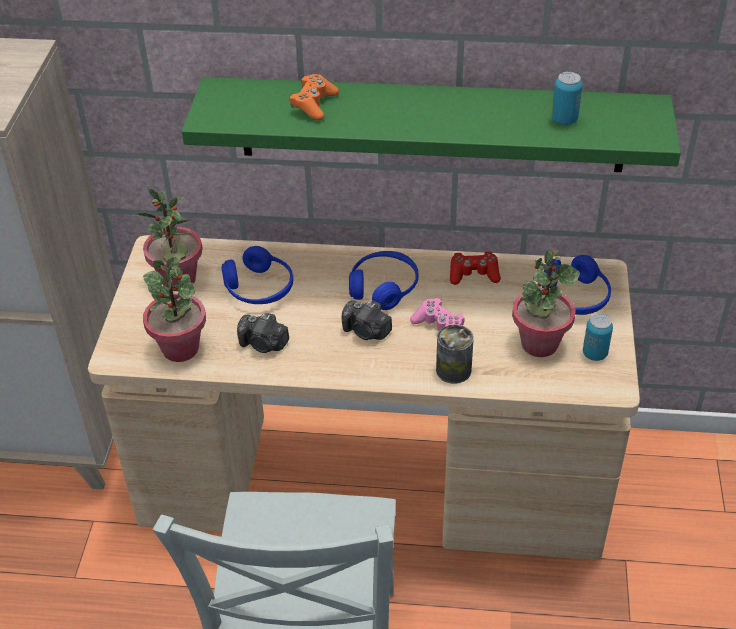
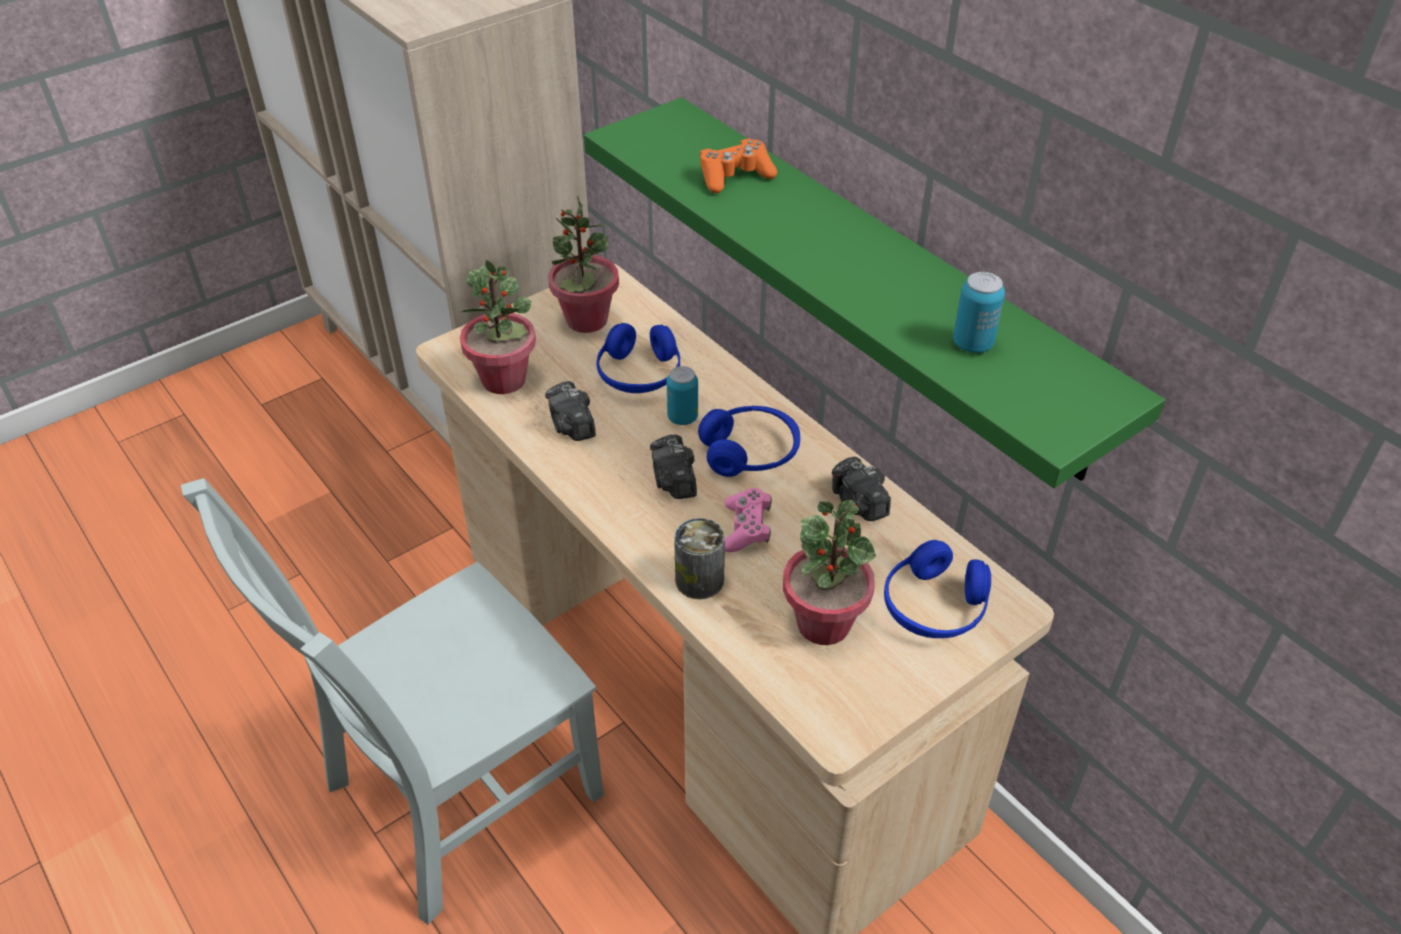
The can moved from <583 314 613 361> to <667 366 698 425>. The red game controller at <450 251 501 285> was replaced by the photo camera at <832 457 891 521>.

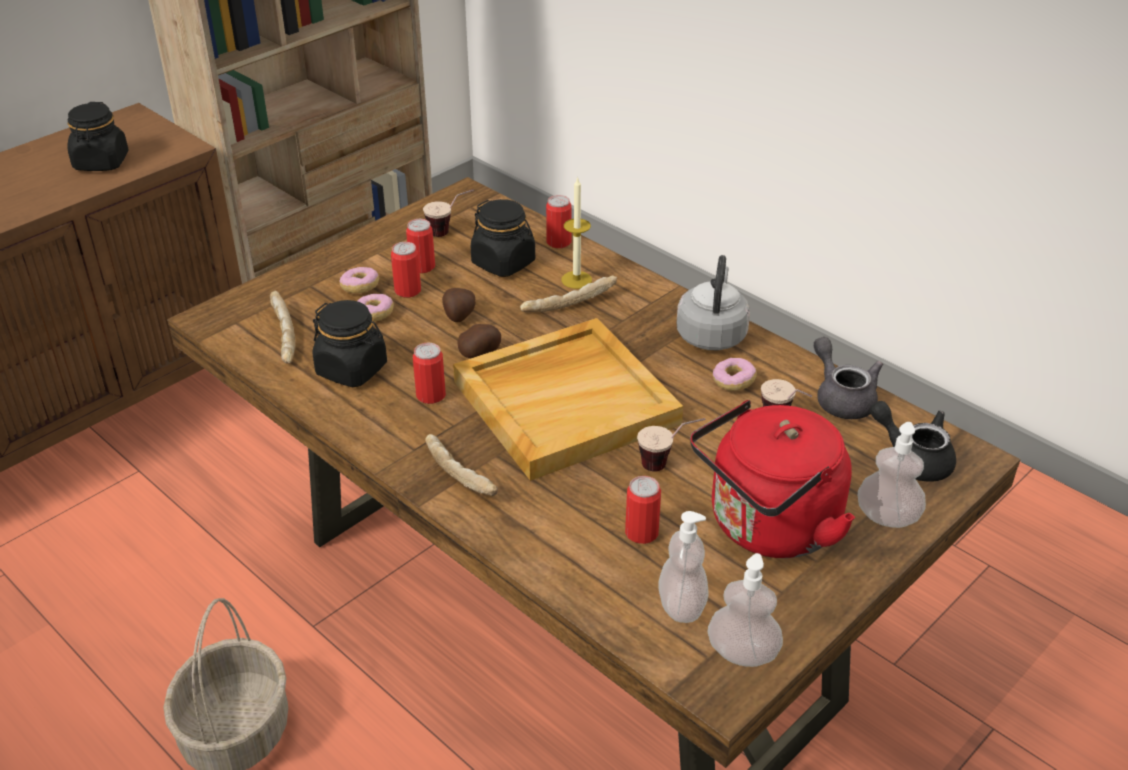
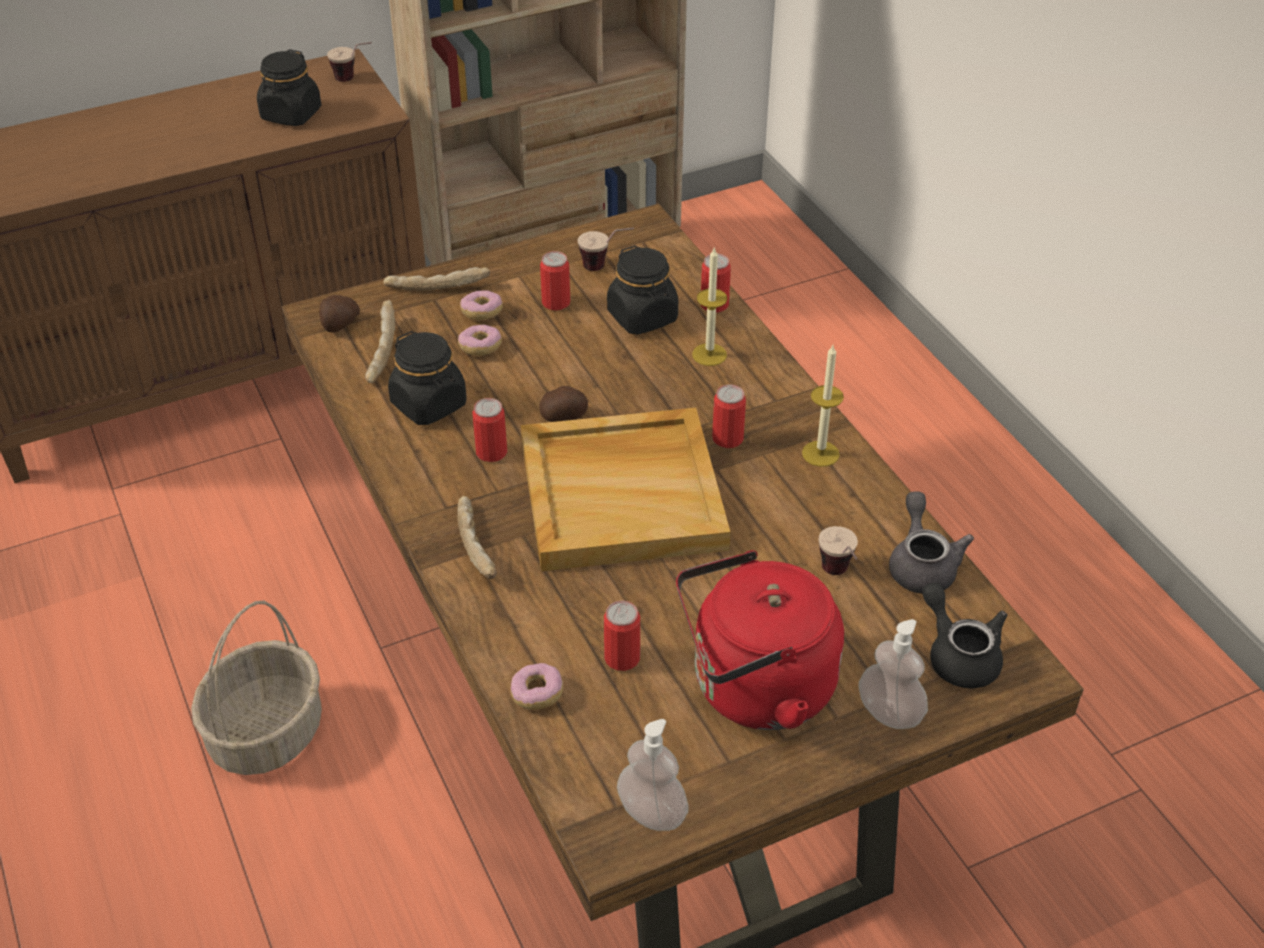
The potato moved from <442 288 476 322> to <319 295 360 333>. The cup moved from <637 418 706 472> to <327 42 372 82>. The bread moved from <520 275 617 312> to <383 267 490 291>. The donut moved from <713 358 757 391> to <511 663 563 710>. The can moved from <391 242 421 297> to <712 385 746 448>. The grey kettle at <677 255 750 350> was replaced by the candle at <802 345 844 467>. The soap dispenser at <658 511 709 623> disappeared.

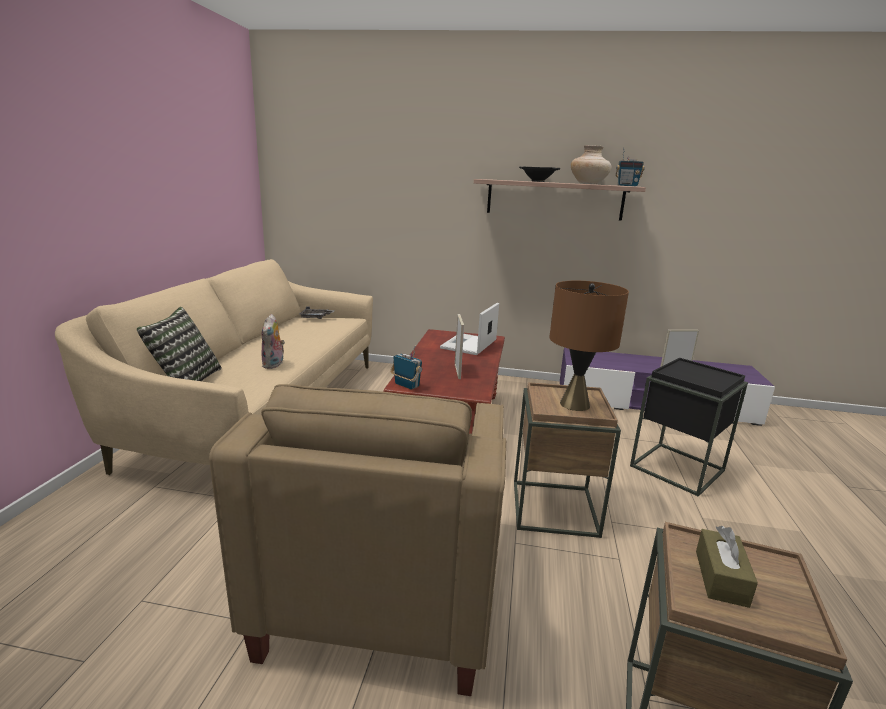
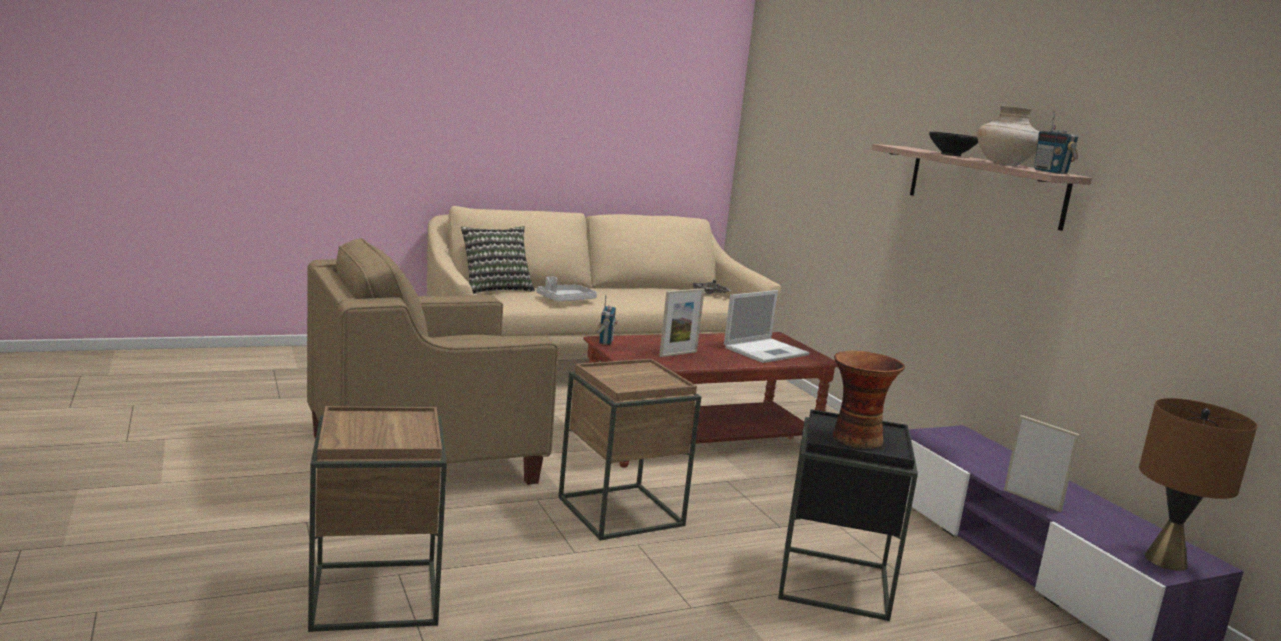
The plush toy at <262 314 285 369> was replaced by the grey tray at <537 276 597 302>. The laptop at <440 303 499 355> turned 150 degrees clockwise. The vase at <832 351 905 449> appeared. The brown table lamp moved from <549 281 629 411> to <1139 398 1258 571>. The brown tissue box at <696 526 758 608> disappeared.

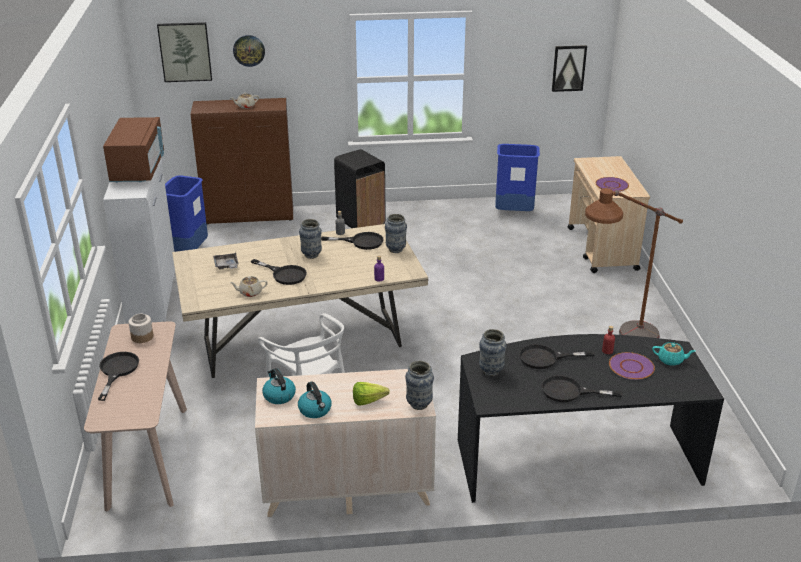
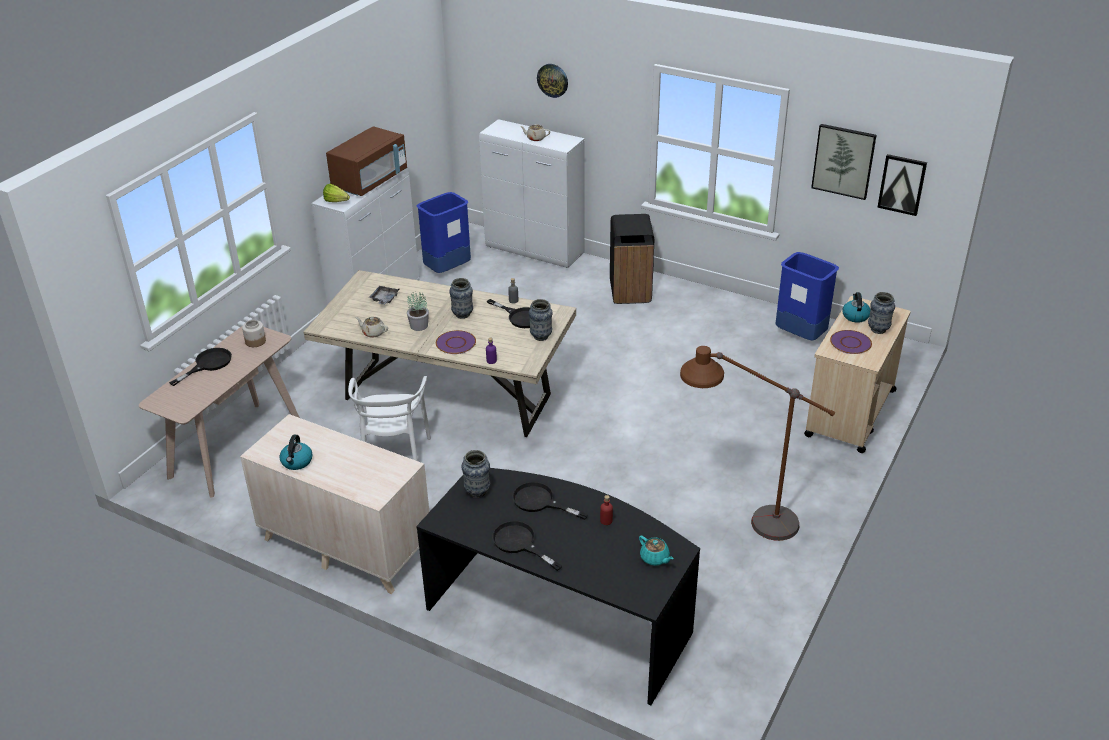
The lettuce moved from <353 382 390 405> to <323 184 350 202>. The black frying pan at <251 259 307 285> was replaced by the potted plant at <407 291 429 331>. The purple plate moved from <609 352 655 380> to <436 330 476 354>. The brown cabinet at <191 98 293 224> became the white cabinet at <479 119 585 268>. The picture moved from <157 22 212 82> to <811 124 876 200>. The kettle moved from <262 368 296 404> to <842 292 870 323>. The vase moved from <405 361 434 410> to <868 292 895 334>.

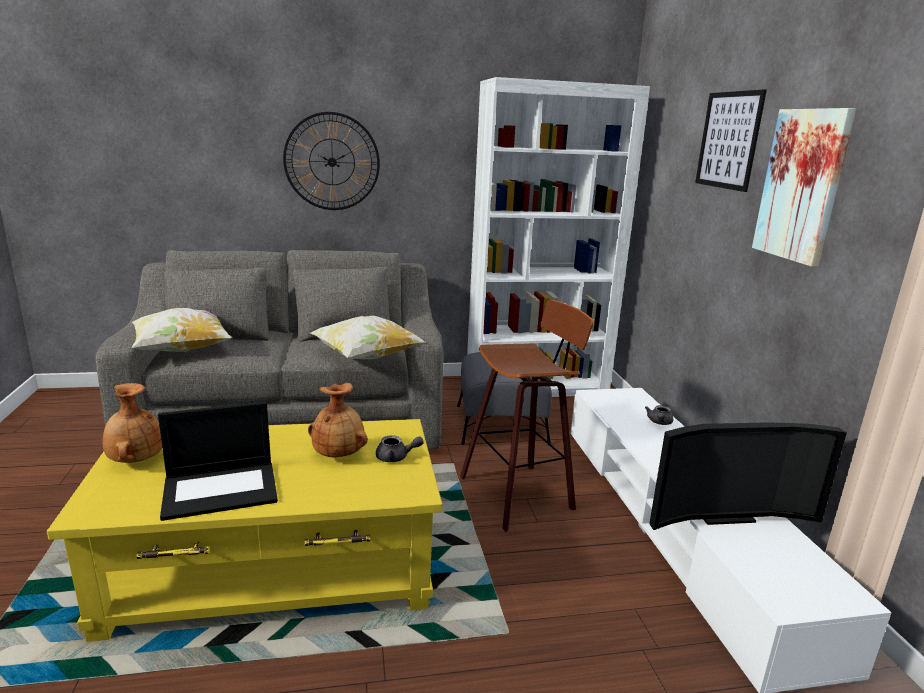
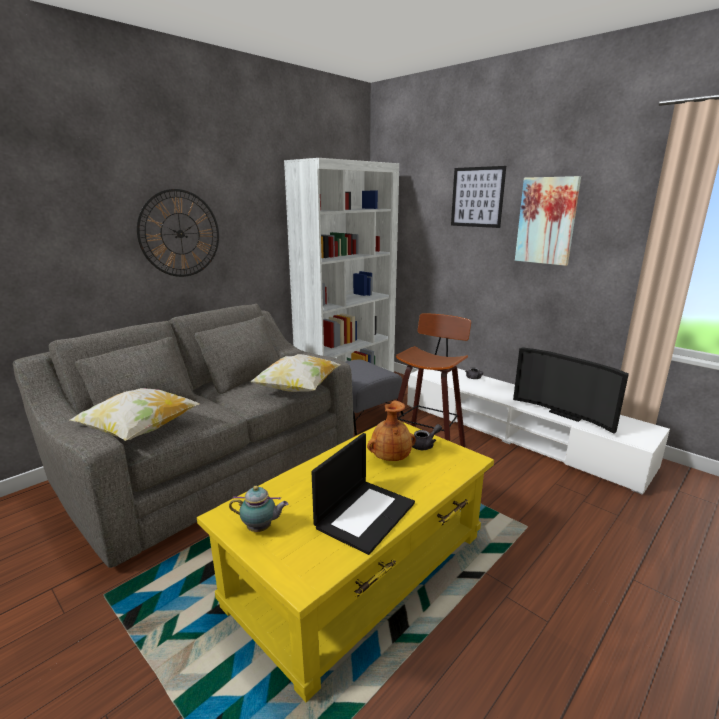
The brown vase at <102 383 162 463> was replaced by the teapot at <229 486 288 532>. The television at <649 422 847 530> turned 90 degrees clockwise.

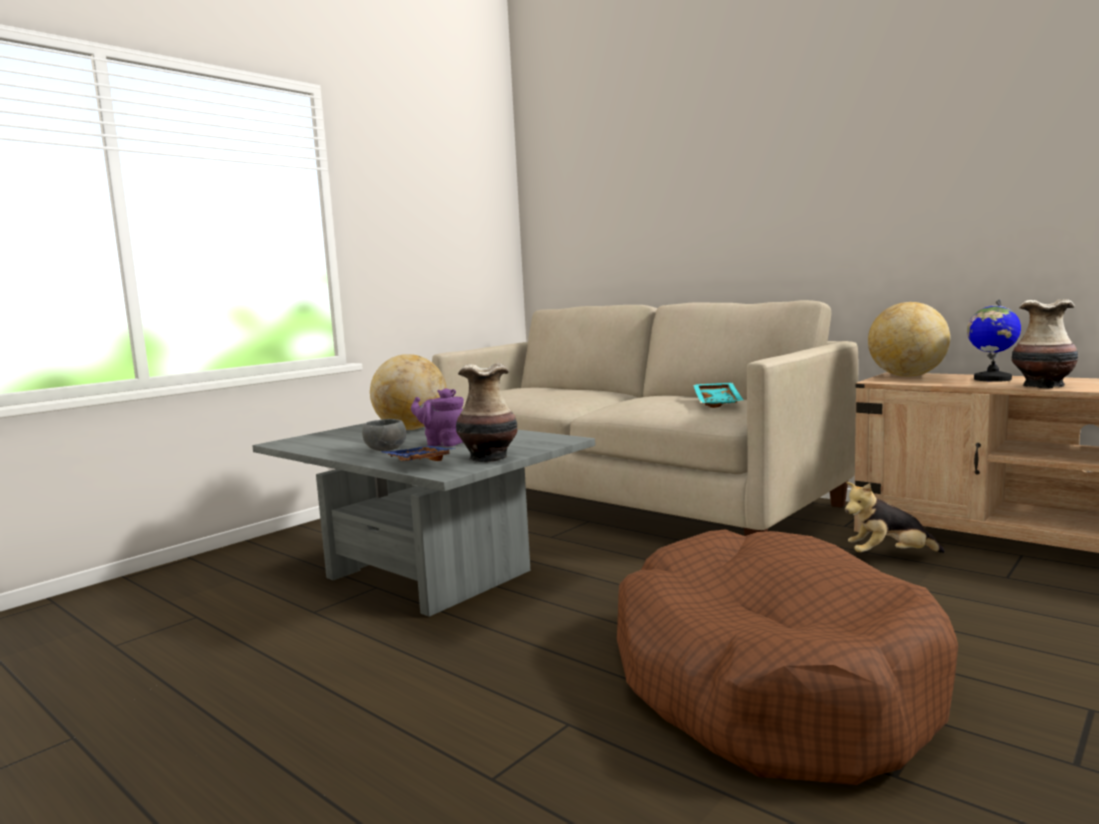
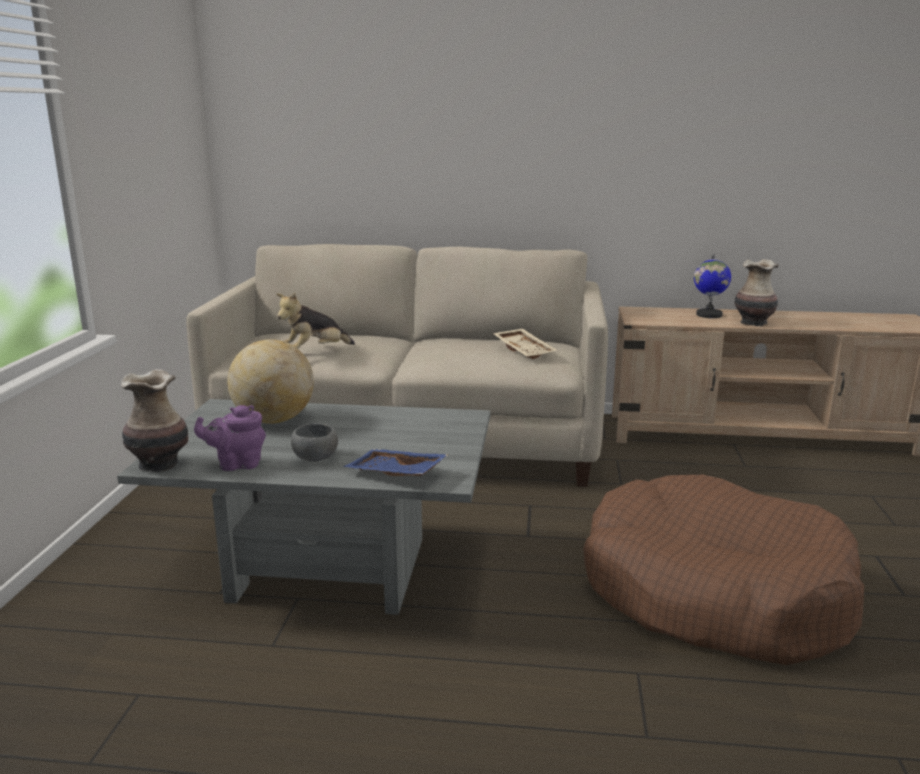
The vase moved from <456 363 518 462> to <121 369 188 472>. The purple teapot moved from <411 388 464 447> to <194 405 266 471>. The plush toy moved from <845 482 945 553> to <276 293 355 349>. The turquoise tray at <693 383 743 408> became the beige tray at <493 328 557 359>. The globe at <868 302 950 377> disappeared.

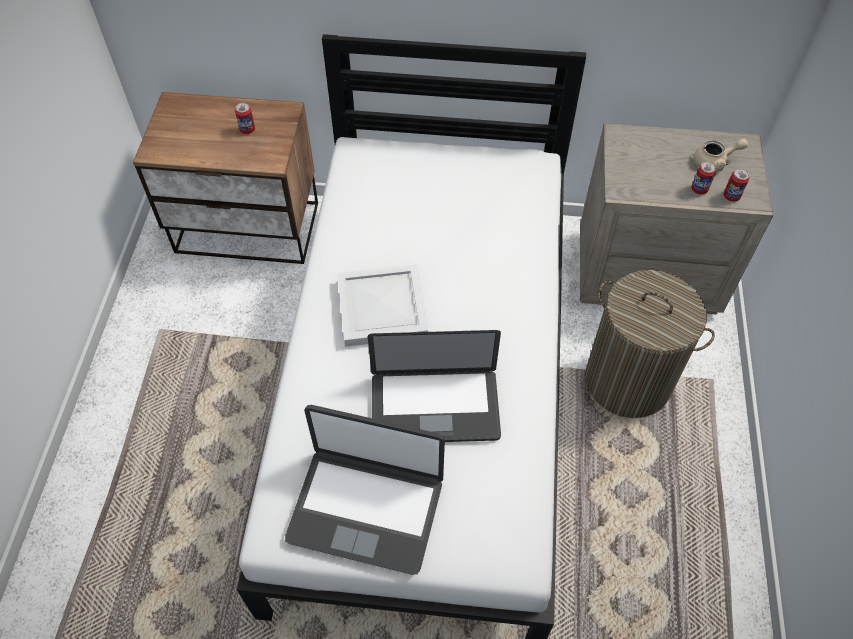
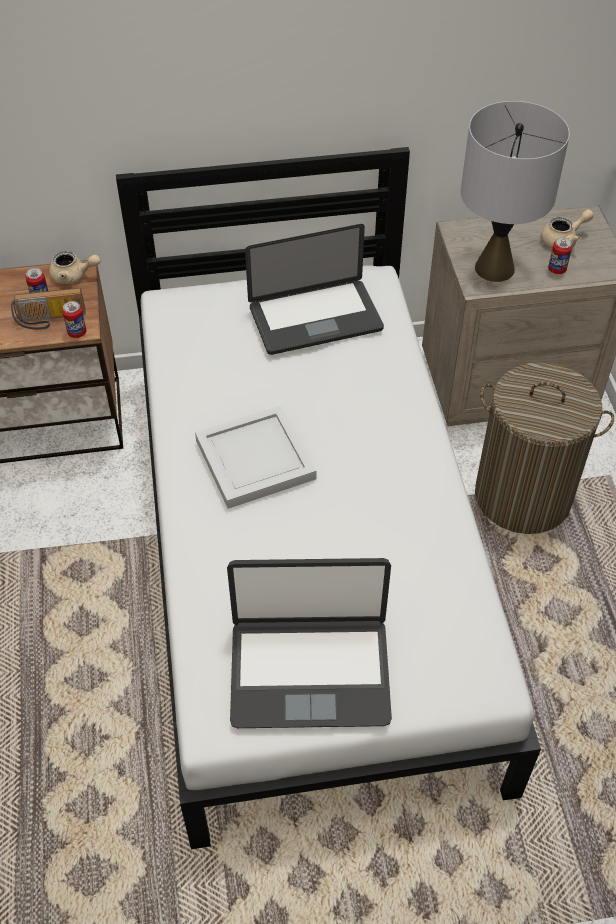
The radio at <11 288 86 330> appeared. The beige teapot at <49 251 101 284> appeared. The can moved from <724 169 749 202> to <62 301 86 338>. The laptop moved from <368 330 501 442> to <245 224 384 355>. The grey table lamp at <460 101 570 282> appeared.

